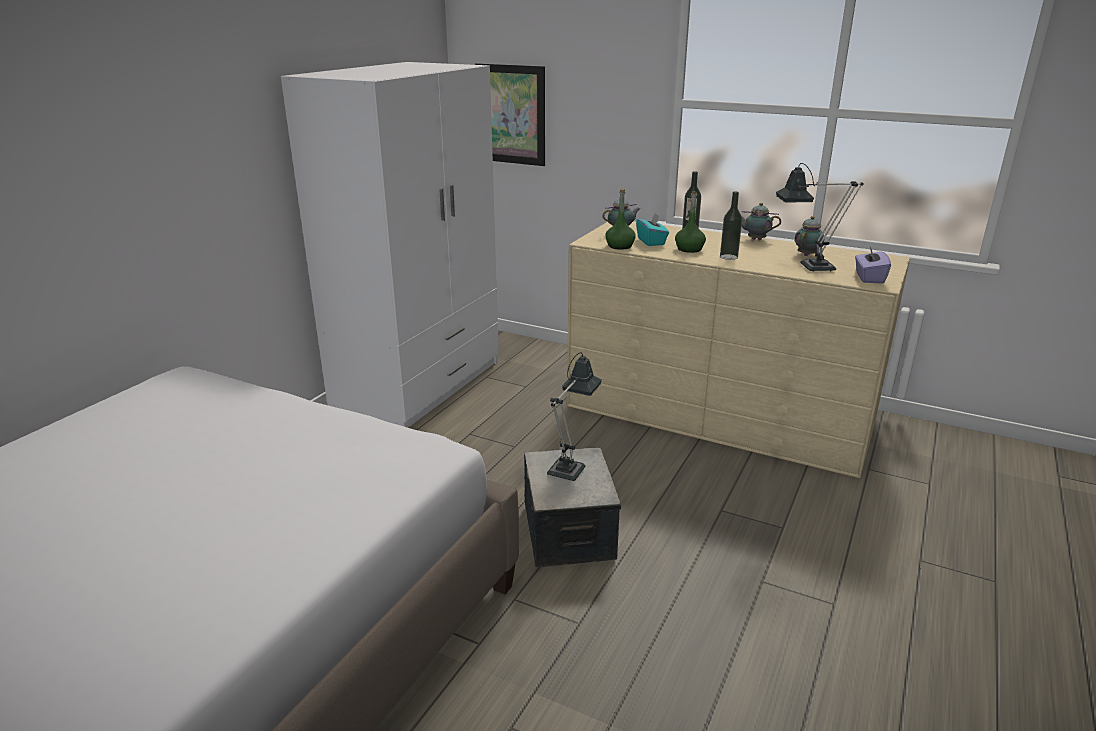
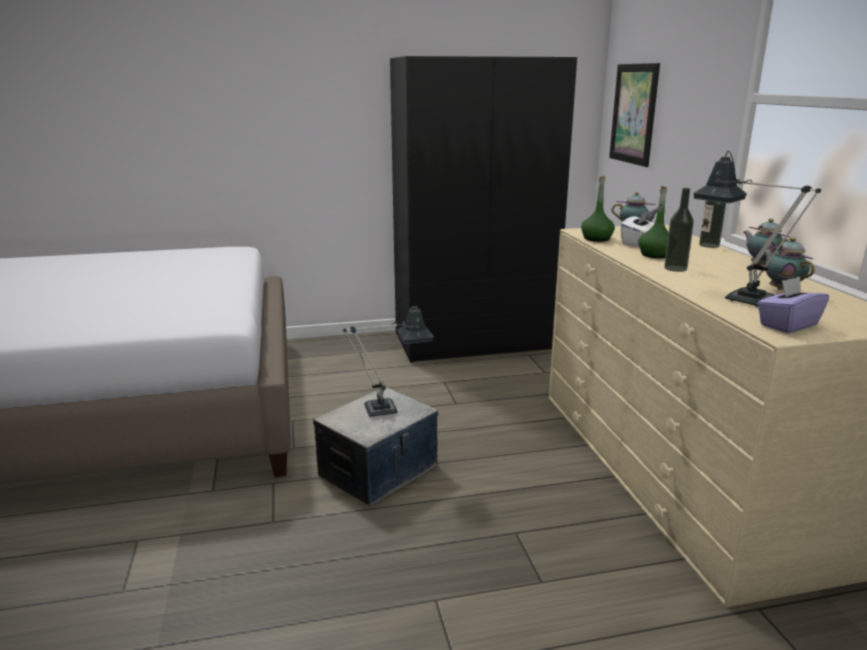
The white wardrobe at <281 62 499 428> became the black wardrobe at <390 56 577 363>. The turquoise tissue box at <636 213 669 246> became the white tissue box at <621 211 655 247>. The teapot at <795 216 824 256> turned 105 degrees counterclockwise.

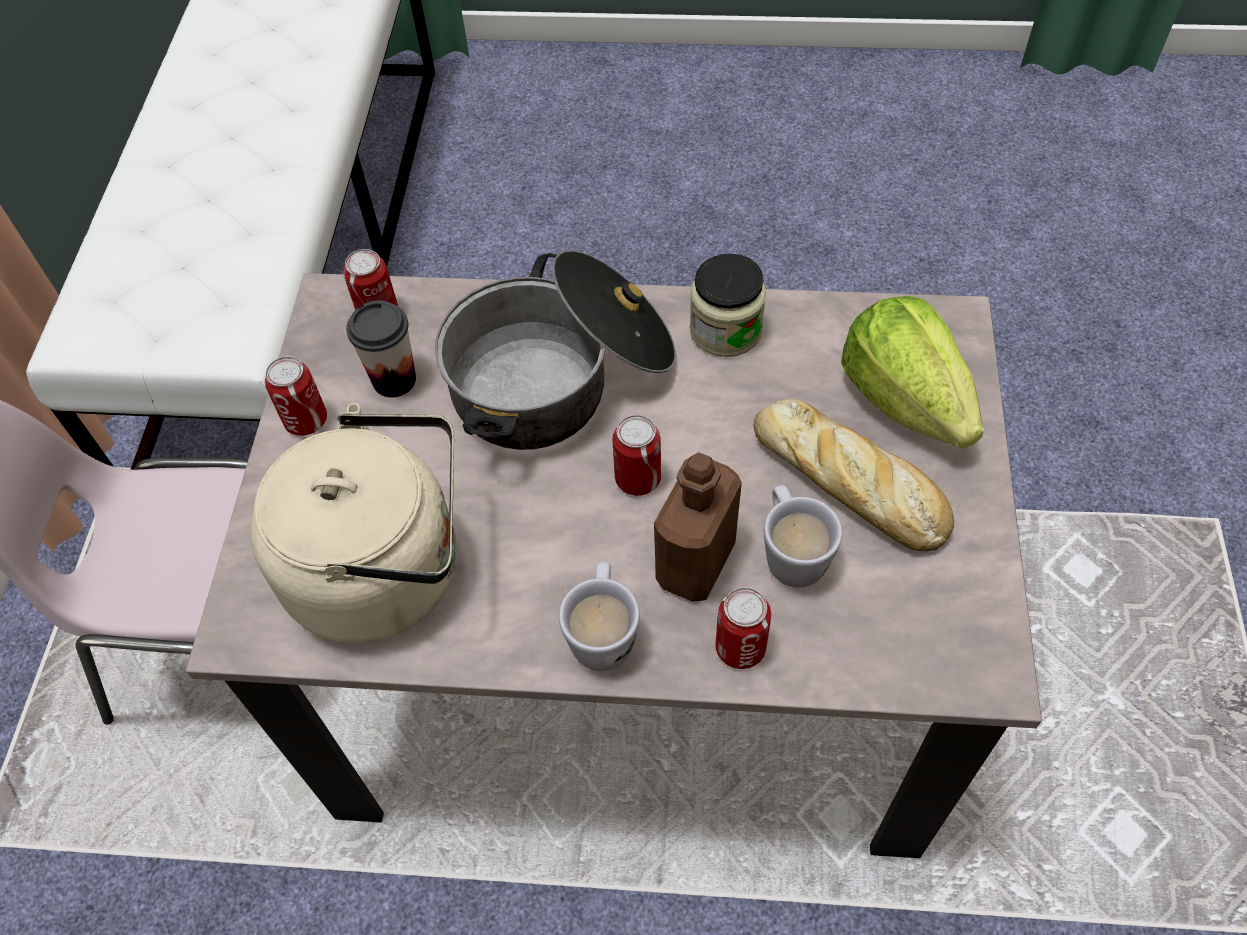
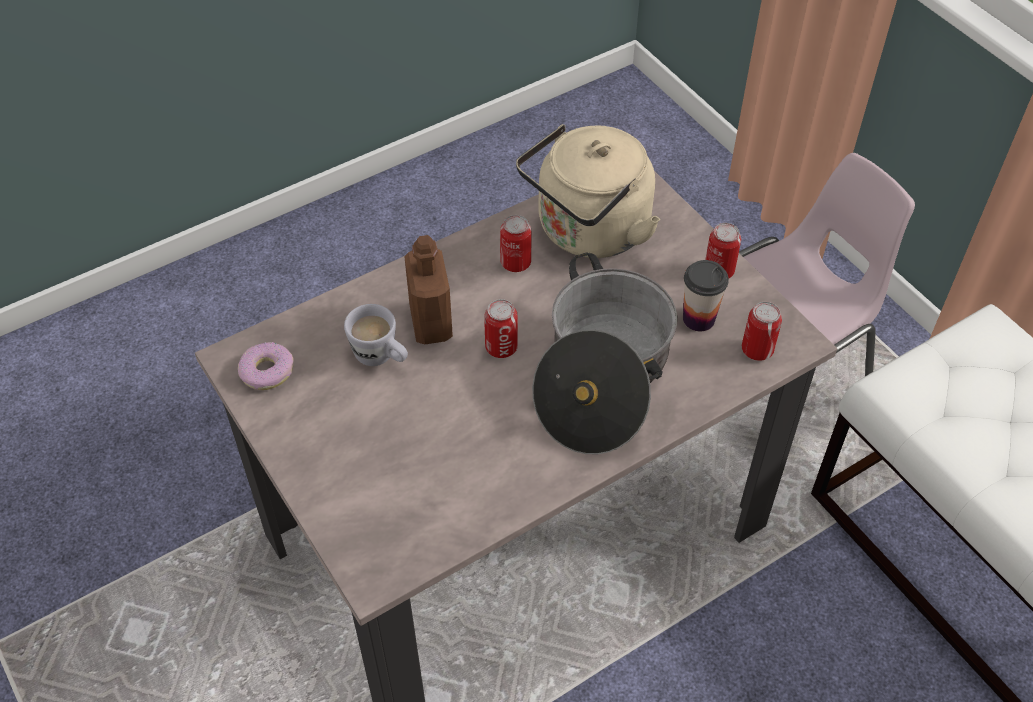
The donut at <238 342 293 390> appeared. The can moved from <715 587 771 669> to <500 215 531 272>. The white mug at <559 562 640 671> disappeared. The jar at <690 253 766 357> disappeared. The bread at <754 399 954 551> disappeared. The lettuce at <841 296 984 449> disappeared.

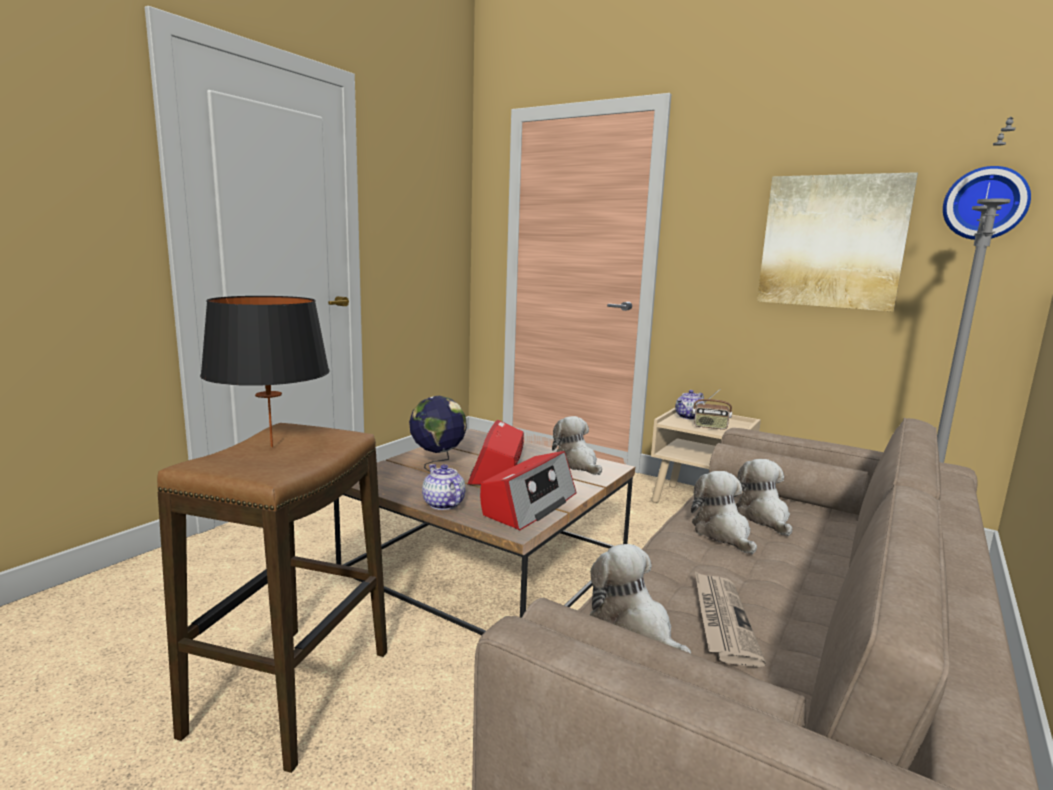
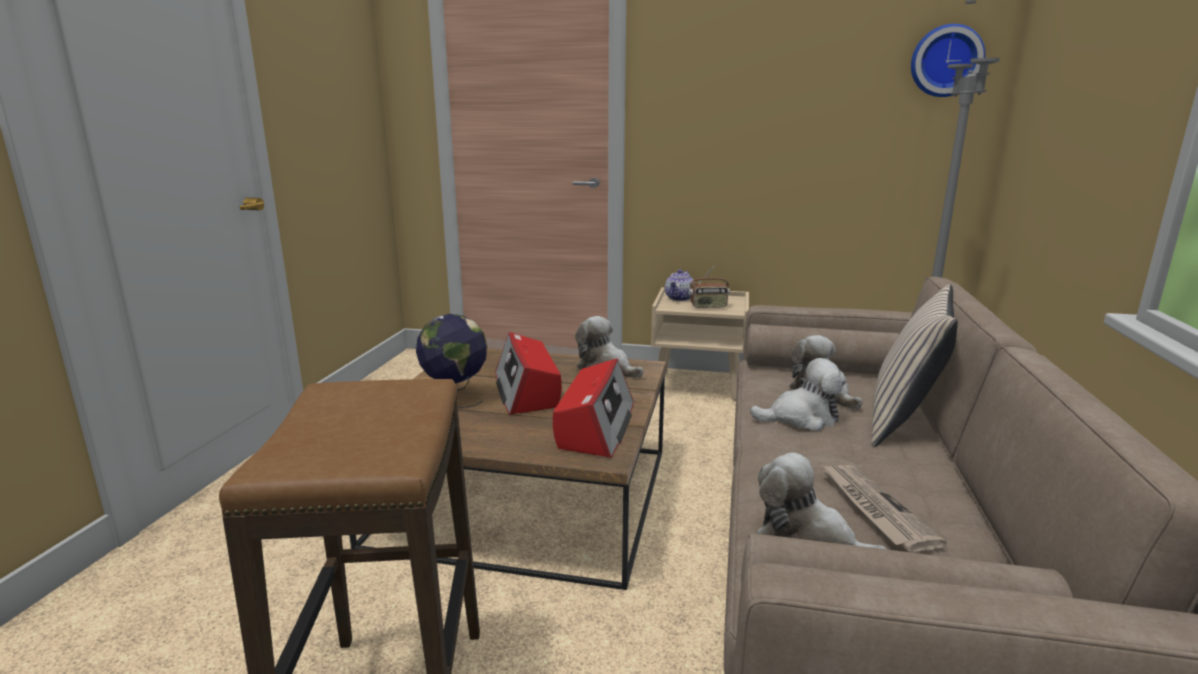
The plush toy at <691 471 757 554> turned 120 degrees clockwise. The beige pillow at <871 284 958 447> appeared. The black table lamp at <200 296 330 447> disappeared. The teapot at <422 464 465 510> disappeared. The picture at <757 172 918 312> disappeared.

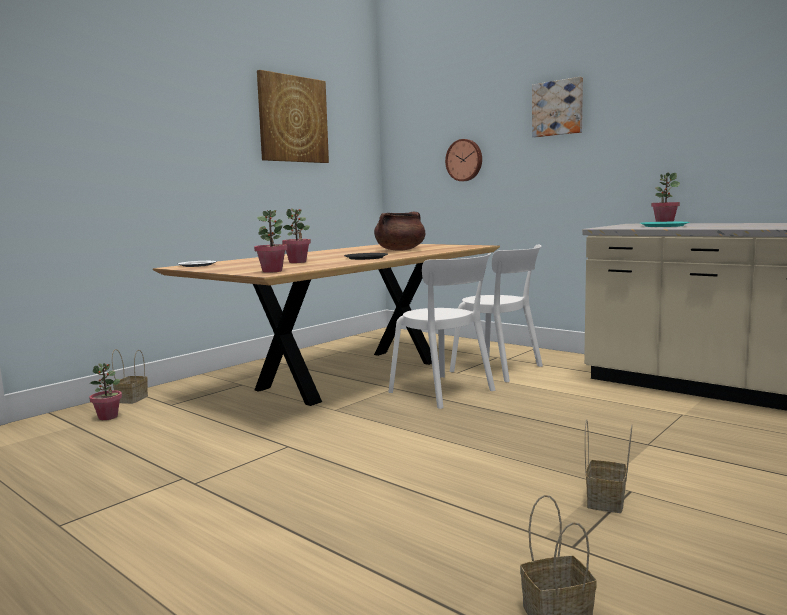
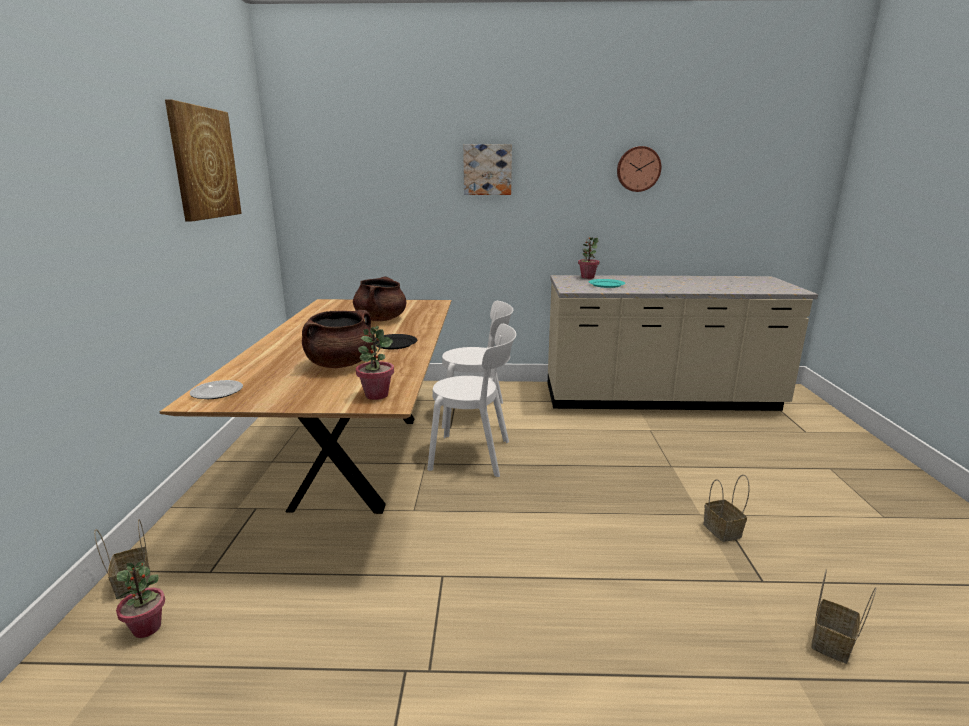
The potted plant at <282 208 311 263> was replaced by the brown cooking pot at <302 310 373 368>. The wall clock moved from <445 139 482 181> to <617 146 661 192>.

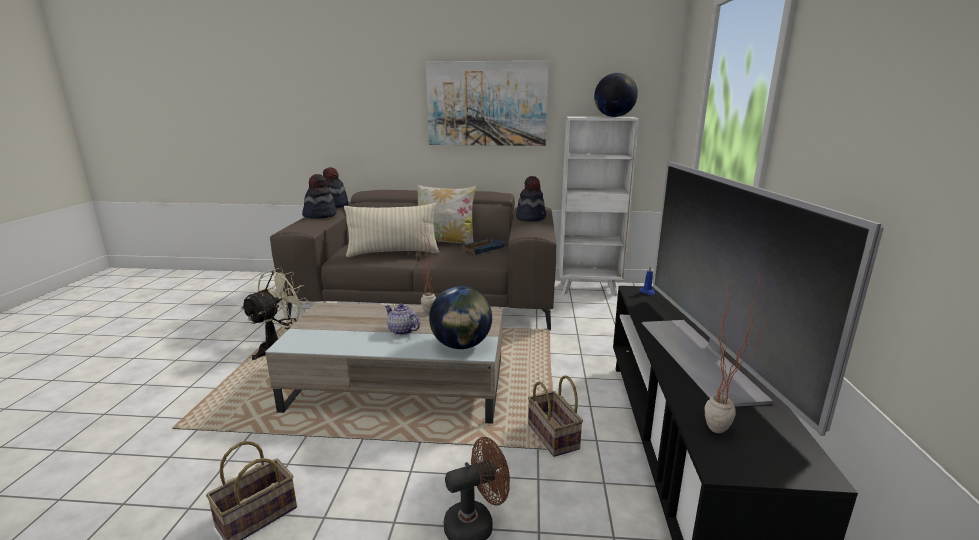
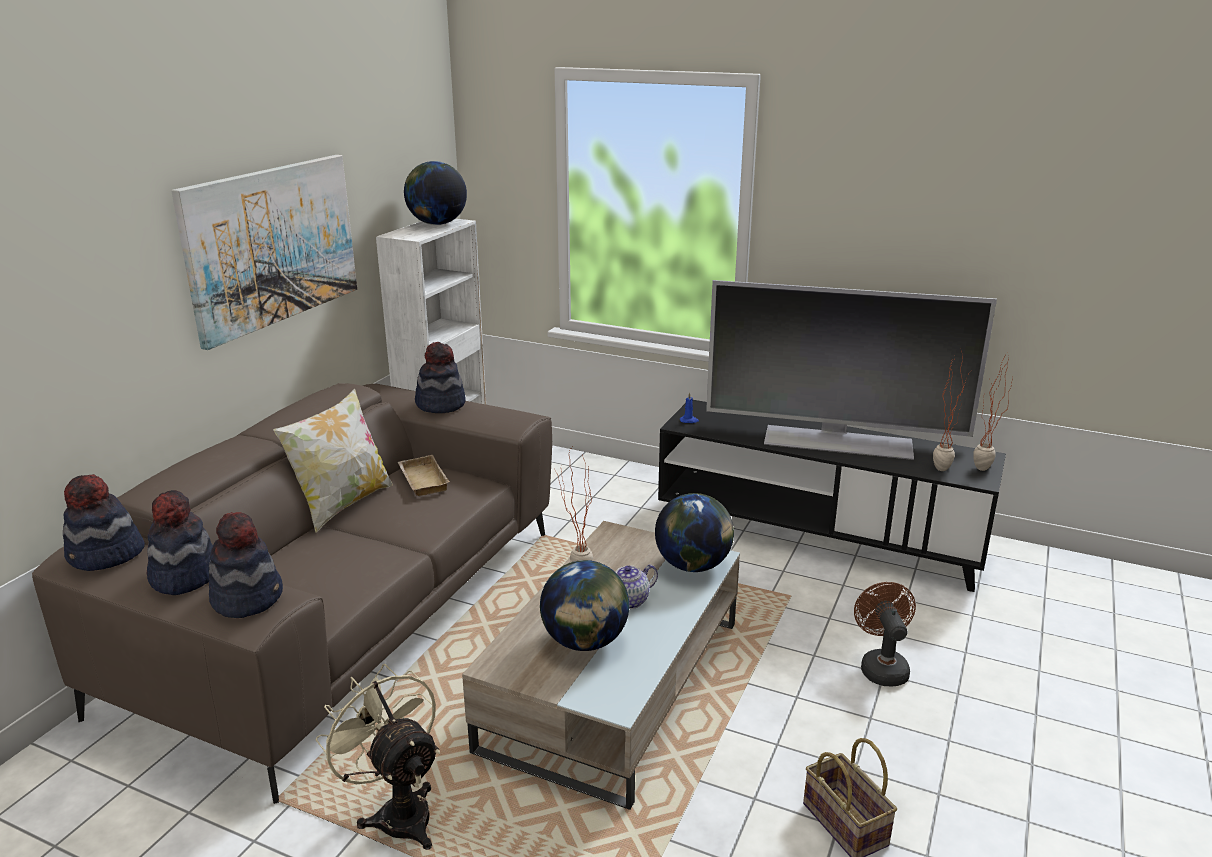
The hat at <209 512 283 618> appeared. The blue tray at <461 239 505 255> became the beige tray at <398 455 450 496>. The globe at <540 560 629 651> appeared. The potted plant at <973 353 1013 471> appeared. The beige pillow at <344 203 439 257> disappeared. The basket at <528 375 583 457> disappeared.

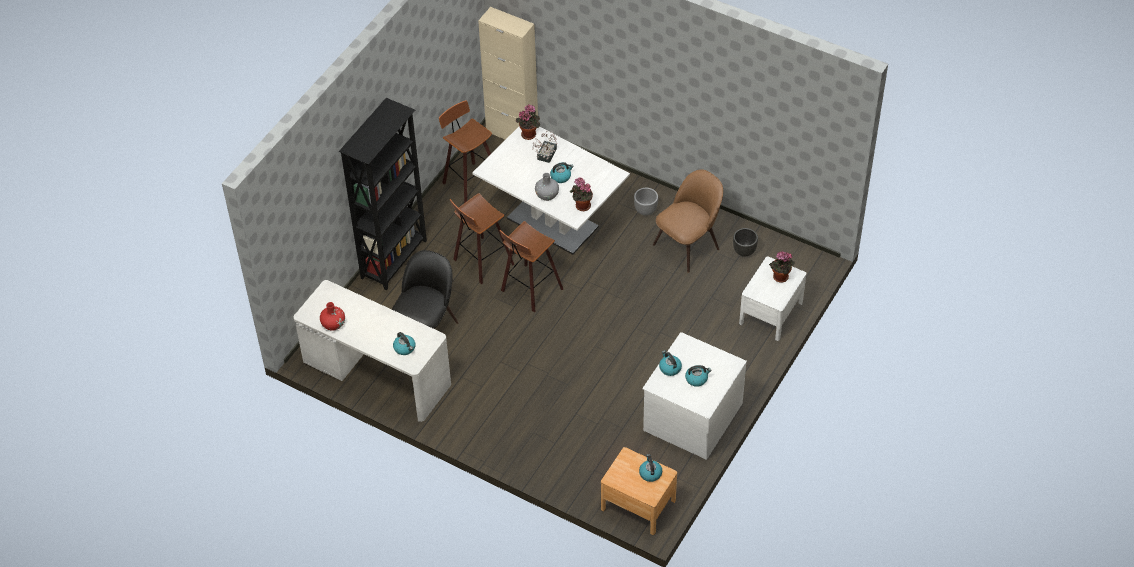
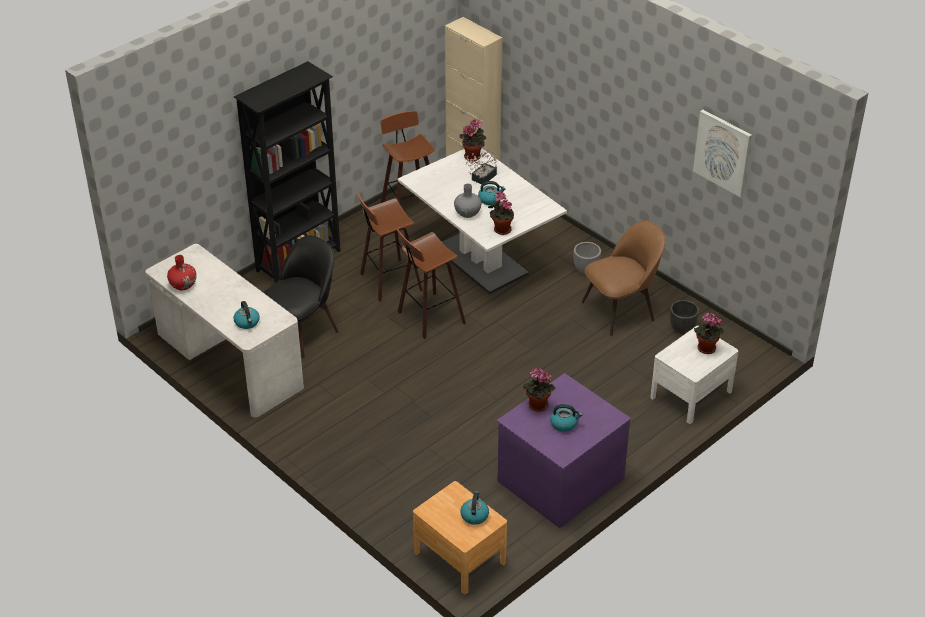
The white dresser at <642 332 747 460> became the purple dresser at <497 373 631 528>. The kettle at <659 351 682 376> was replaced by the potted plant at <523 368 556 412>. The picture at <693 110 752 197> appeared.

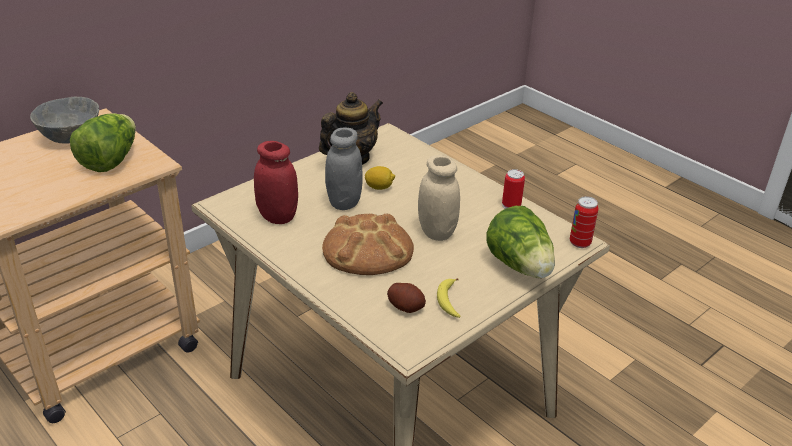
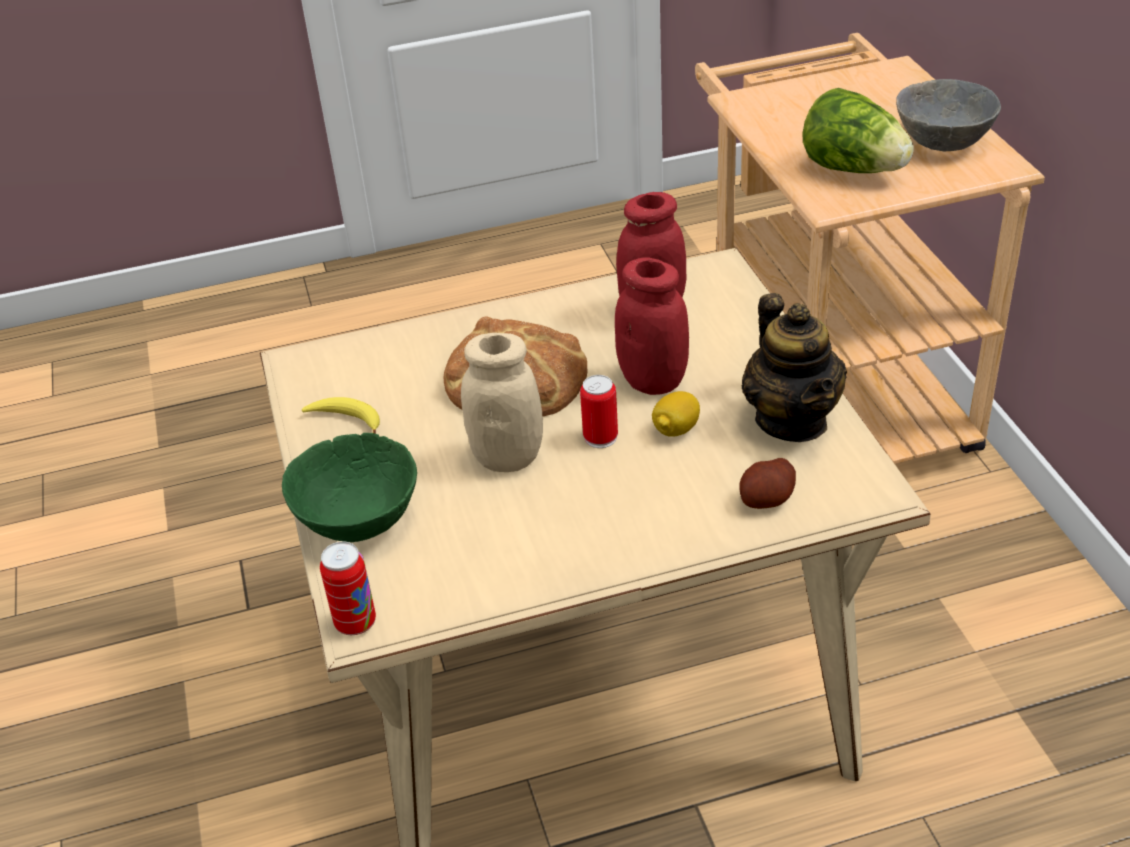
The lettuce at <486 206 555 278> was replaced by the green bowl at <282 433 417 542>. The can moved from <502 169 525 209> to <580 375 618 448>. The grey jar at <325 127 363 210> became the red jar at <615 258 689 395>. The potato moved from <387 283 426 313> to <739 458 796 509>.

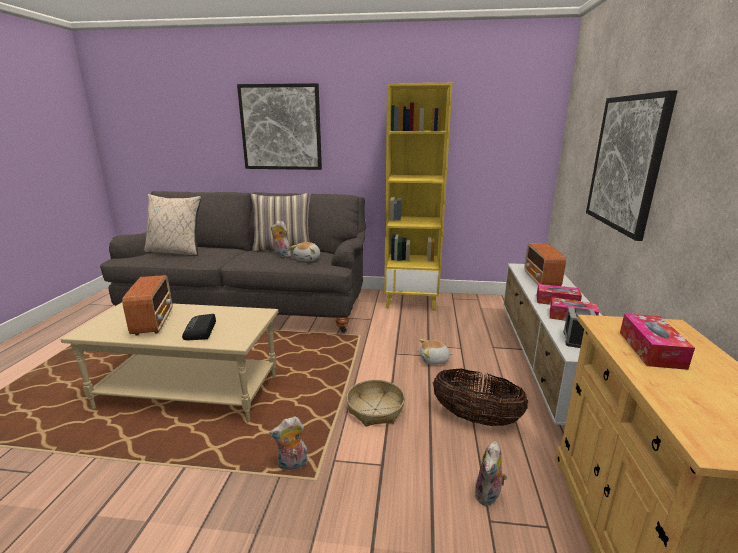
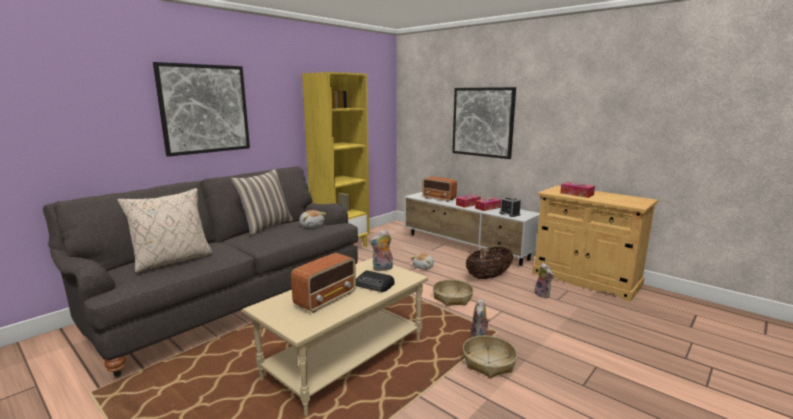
The radio at <122 275 172 335> turned 105 degrees clockwise. The plush toy moved from <271 221 291 258> to <370 229 393 271>. The basket at <463 335 517 378> appeared.

